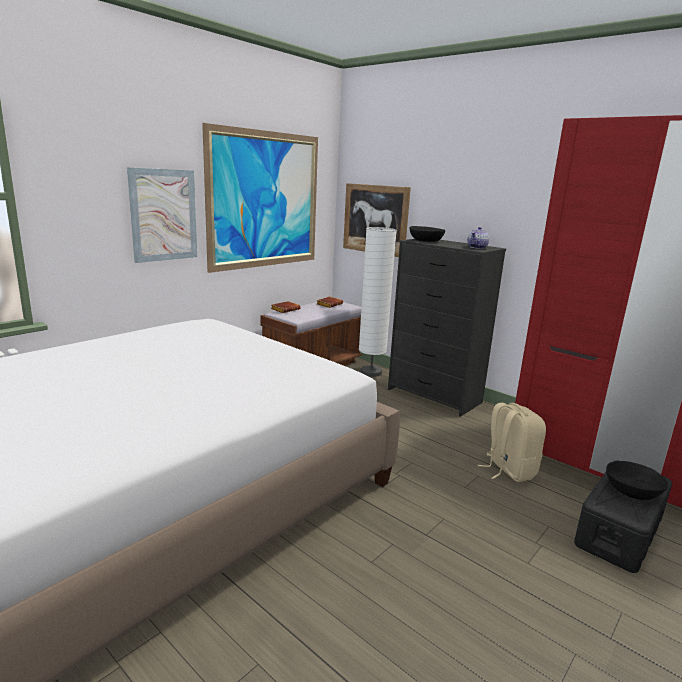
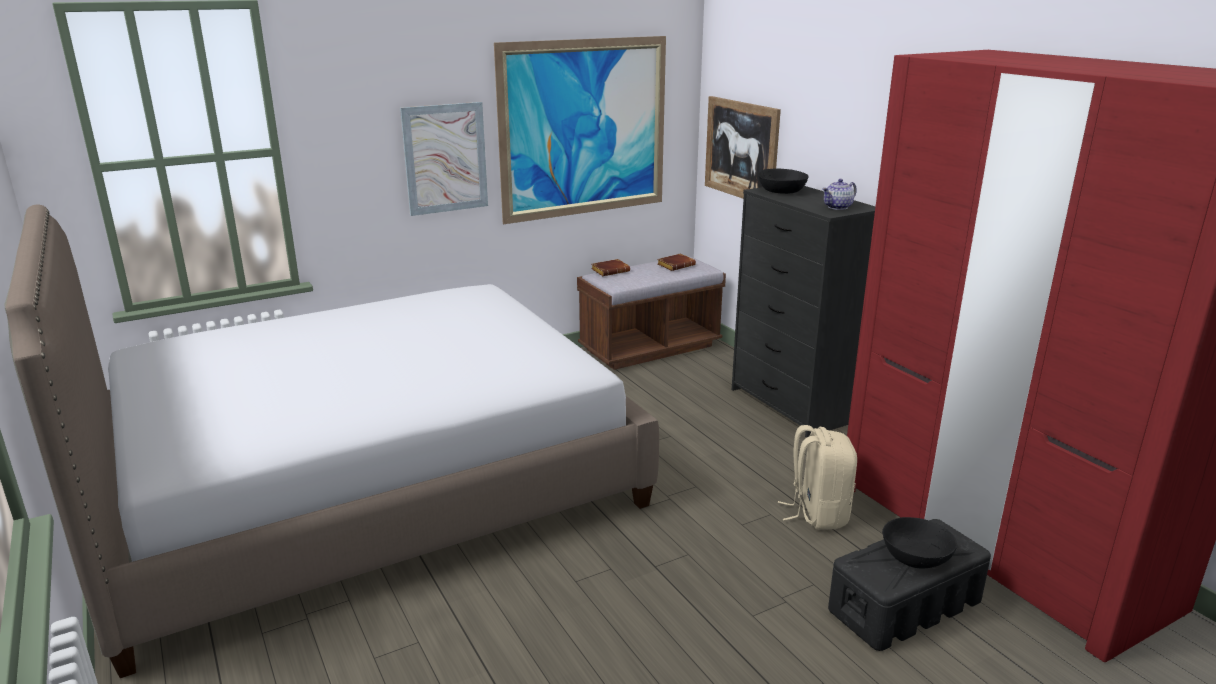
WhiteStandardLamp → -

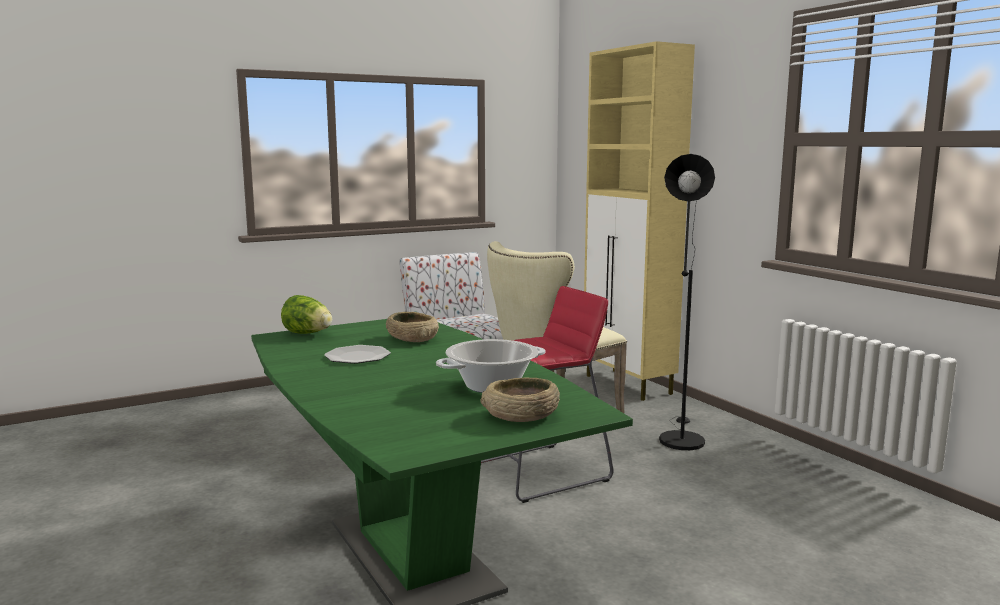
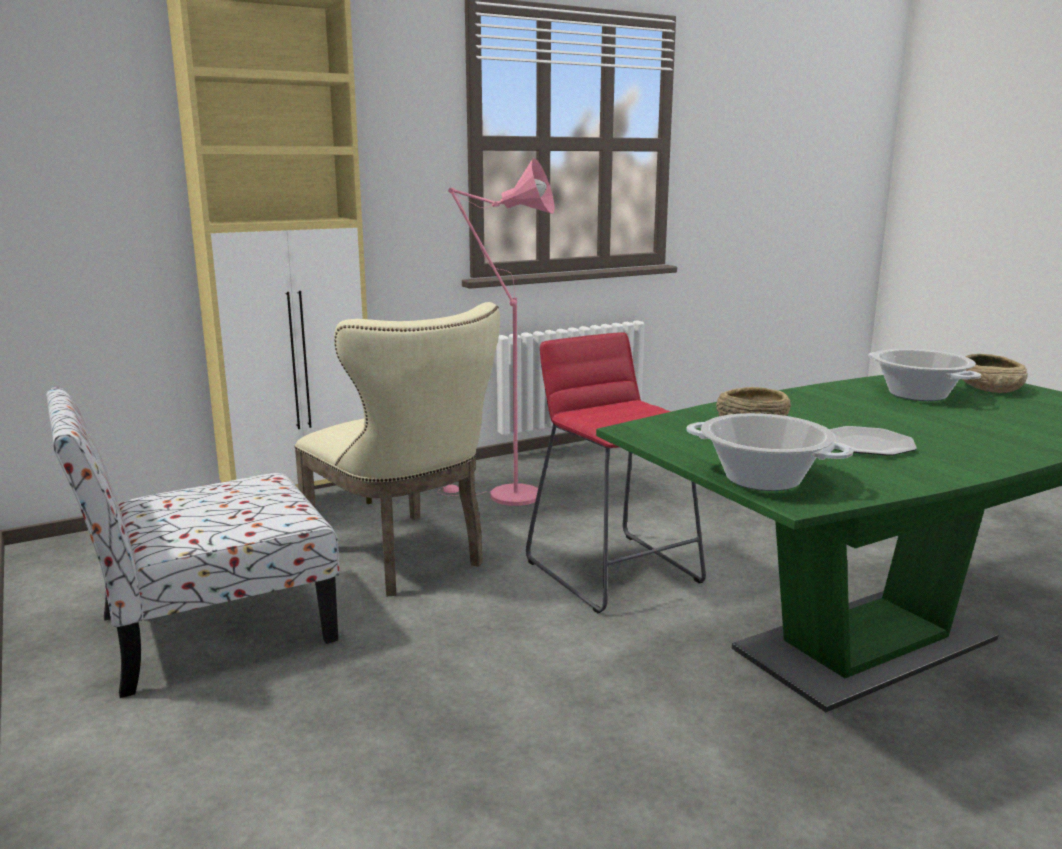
BlackColouredStandardLamp → PinkishStandardLamp
HeadOfLettuce → Stockpot (no. 1 from left)

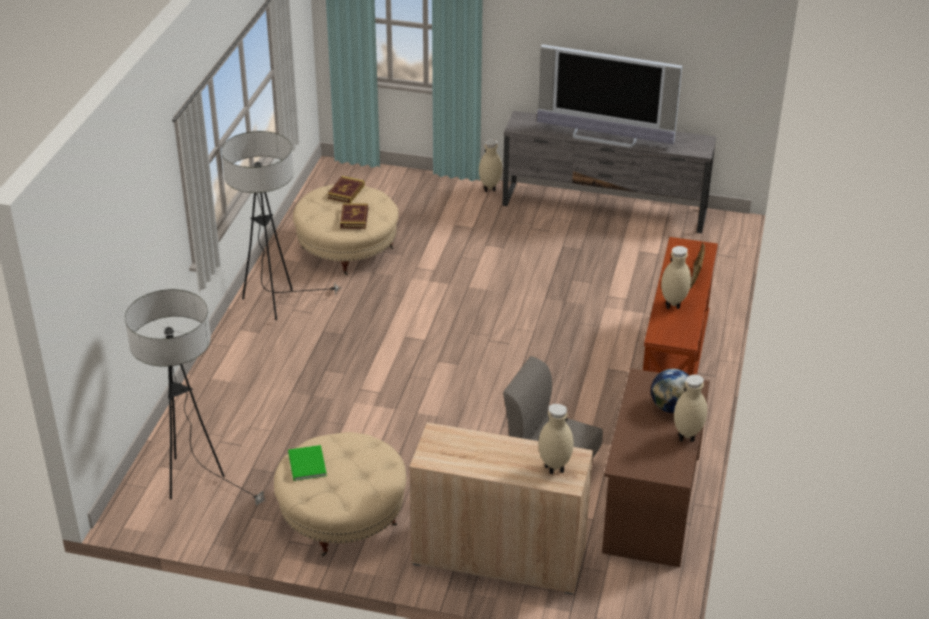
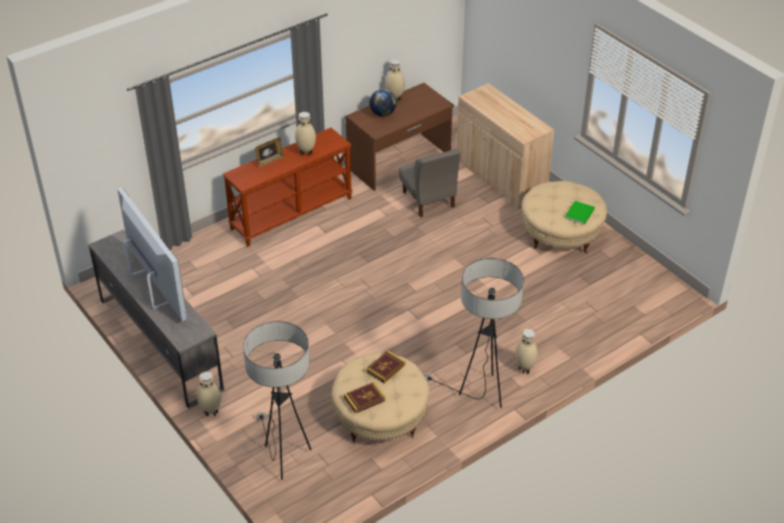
StandardLamp (no. 1 from left), relocated
BeigeColouredDecorativeVase (no. 2 from left in the first image) → BeigeColouredDecorativeVase (no. 4 from left), relocated

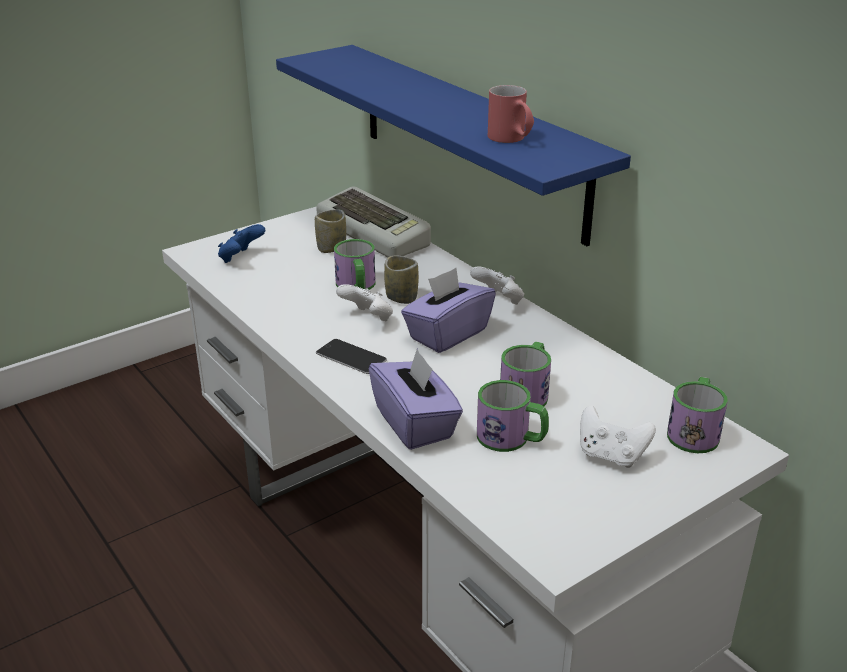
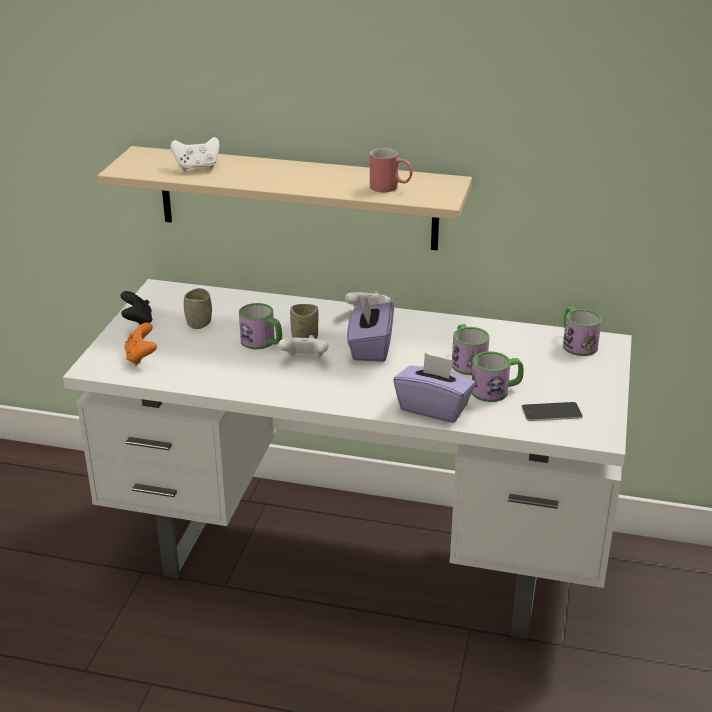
BlueColouredBracketShelf → BeigeColouredBracketShelf
ComputerKeyboard → -
BlueColouredGamepad → OrangeColouredGamepad
Handset, relocated
WhiteGamepad (no. 3 from left in the first image) → WhiteGamepad (no. 1 from left), relocated
- → BlackColouredGamepad

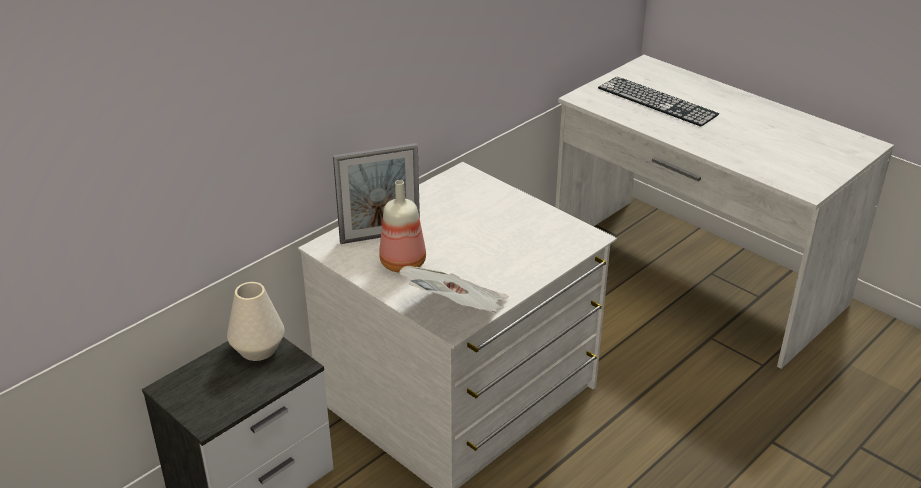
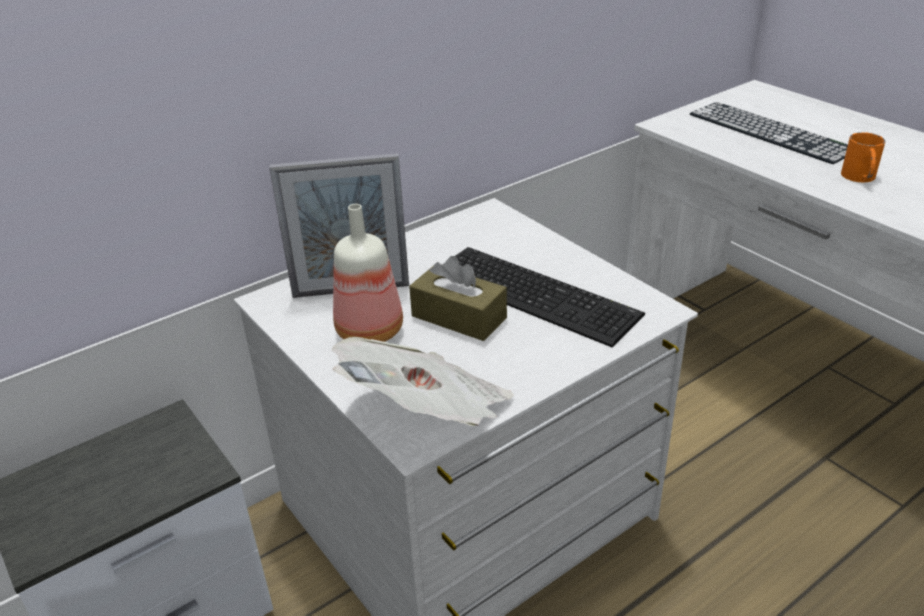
WhiteDecorativeVase → -
- → OrangeColouredMug
- → ComputerKeyboard (no. 1 from left)
- → BrownColouredBoxOfTissues

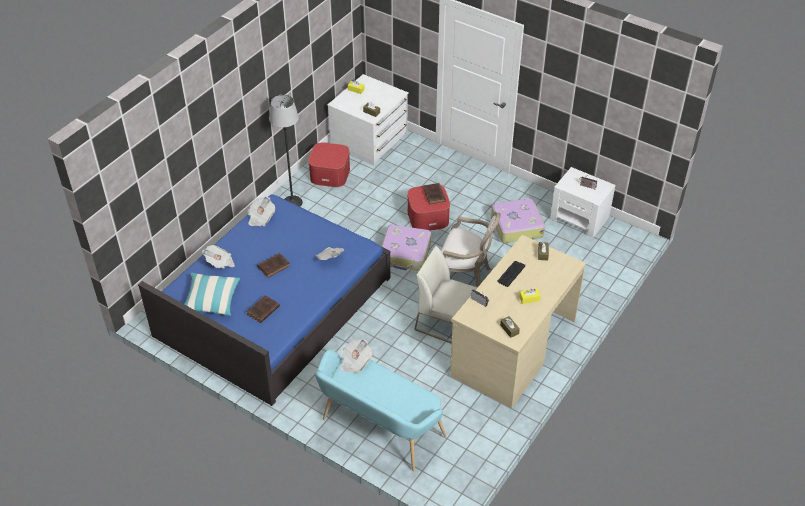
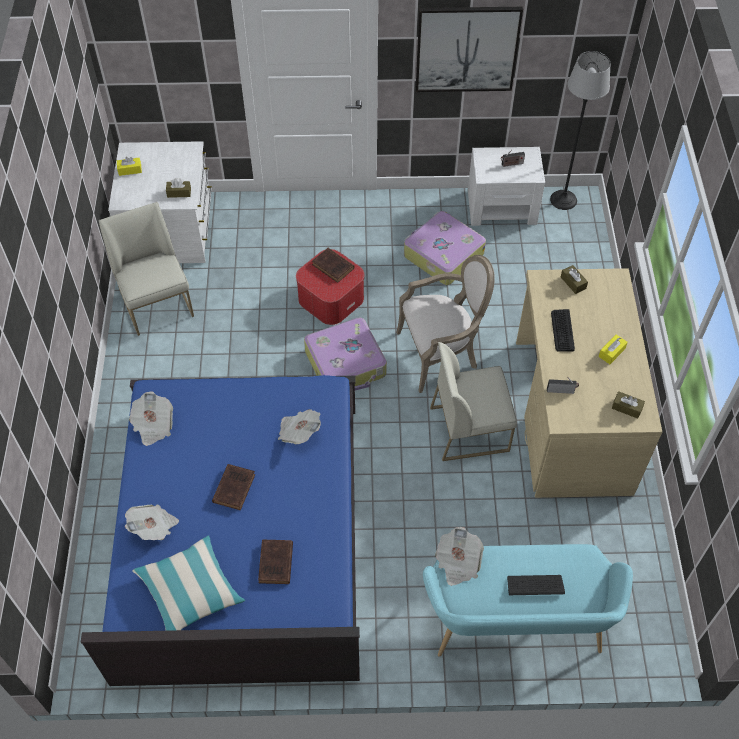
StandardLamp, relocated
Ottoman (no. 1 from left) → WhiteChair (no. 1 from left)
- → WallArt
- → ComputerKeyboard (no. 1 from left)

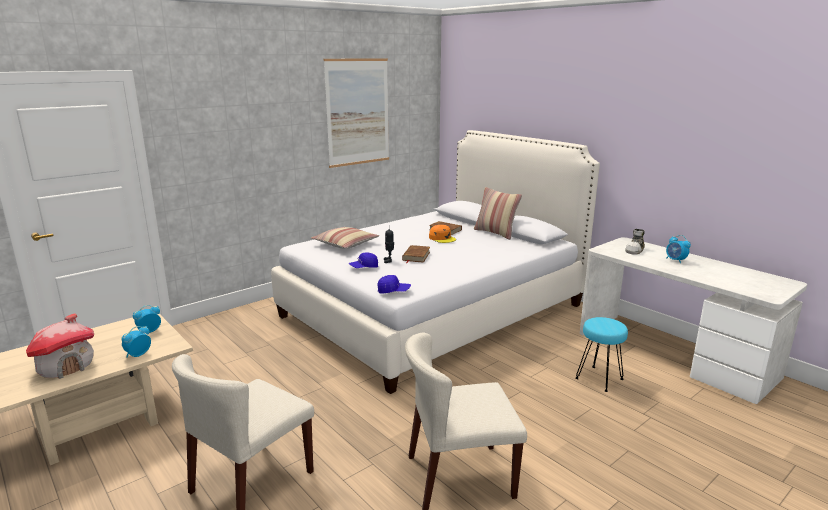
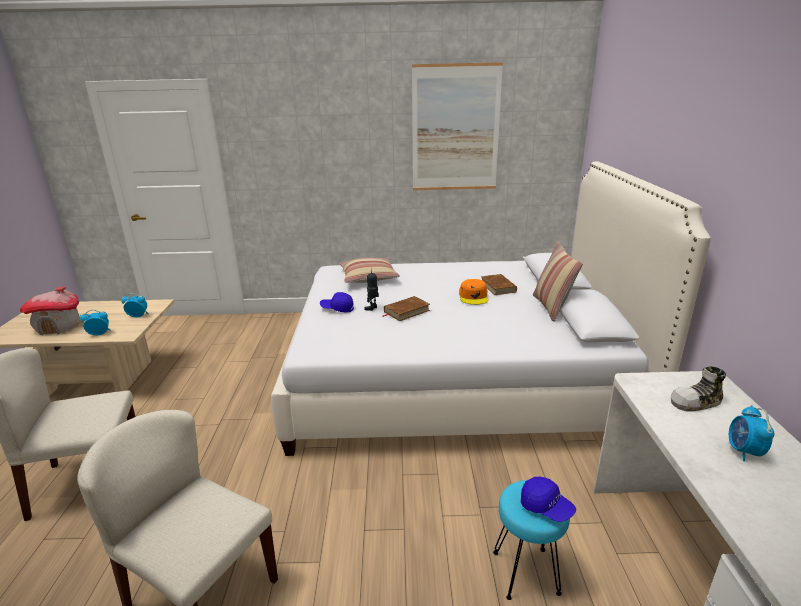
BlueColouredBaseballCap (no. 2 from left), relocated

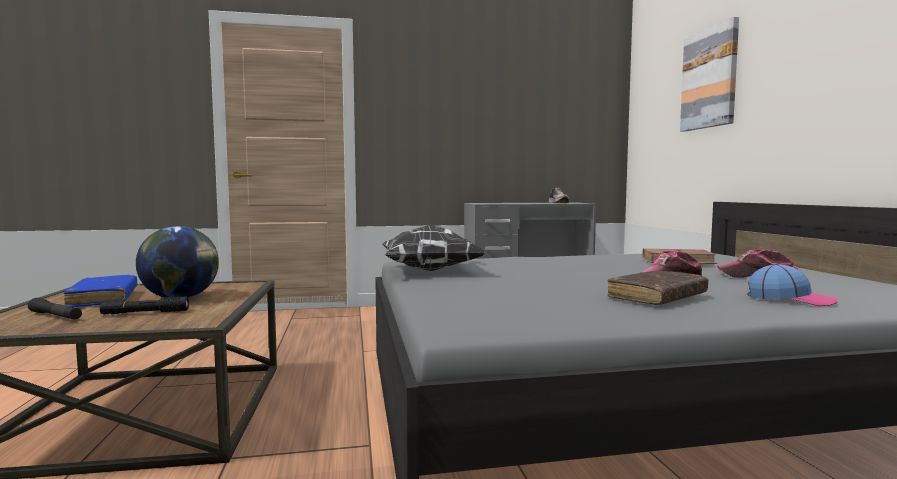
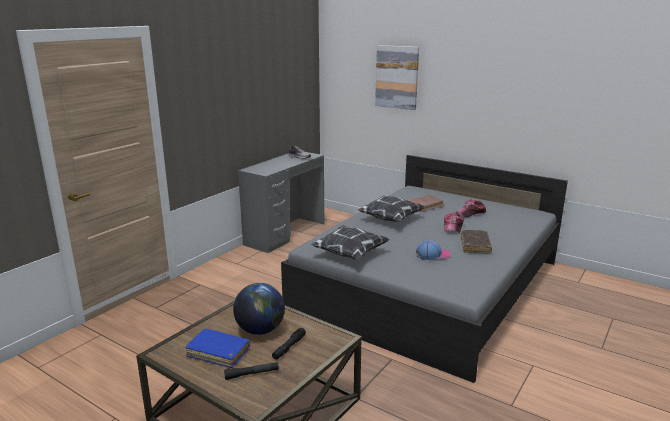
BaseballCap (no. 3 from left in the first image) → BaseballCap (no. 1 from left), relocated
- → Cushion (no. 2 from left)

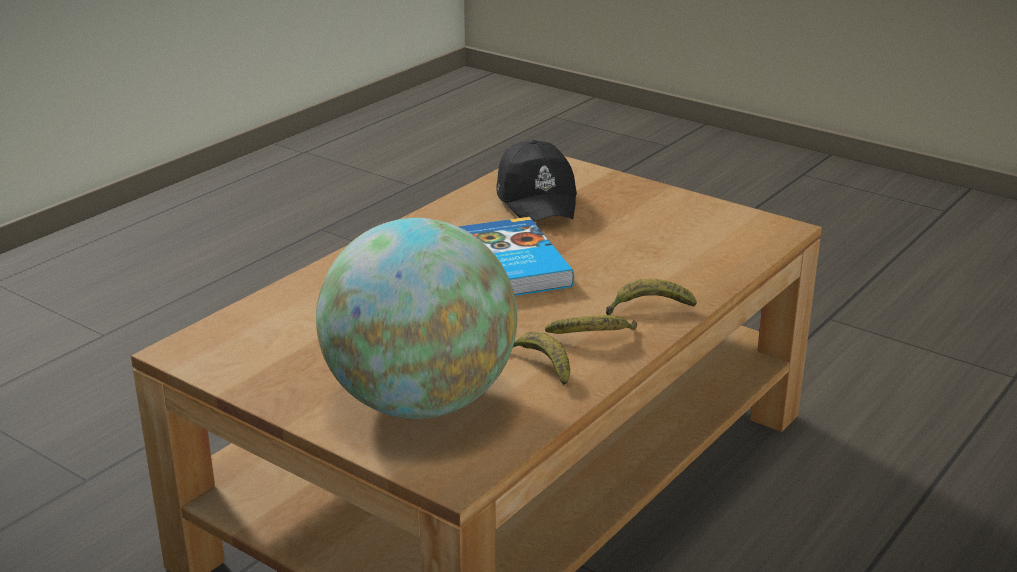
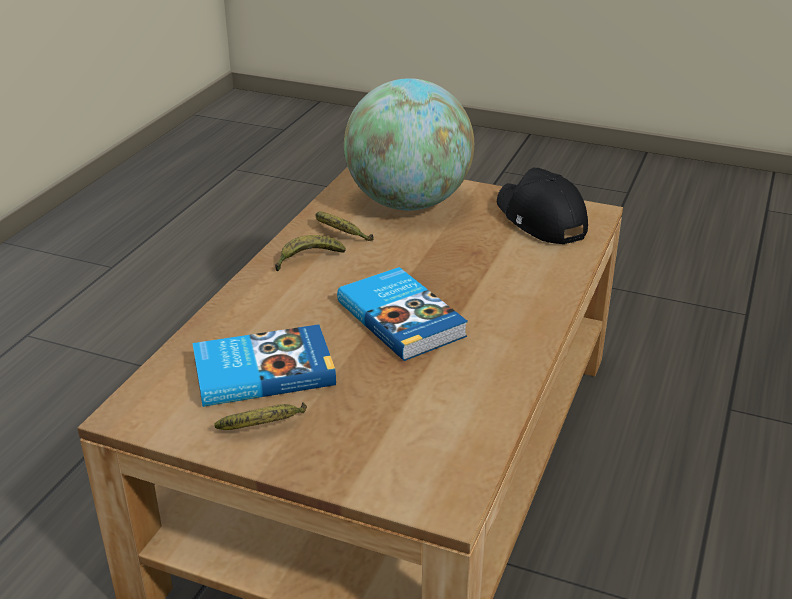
BlackColouredBaseballCap, relocated
Banana (no. 3 from left in the first image) → Banana (no. 1 from left), relocated
- → Book (no. 1 from left)

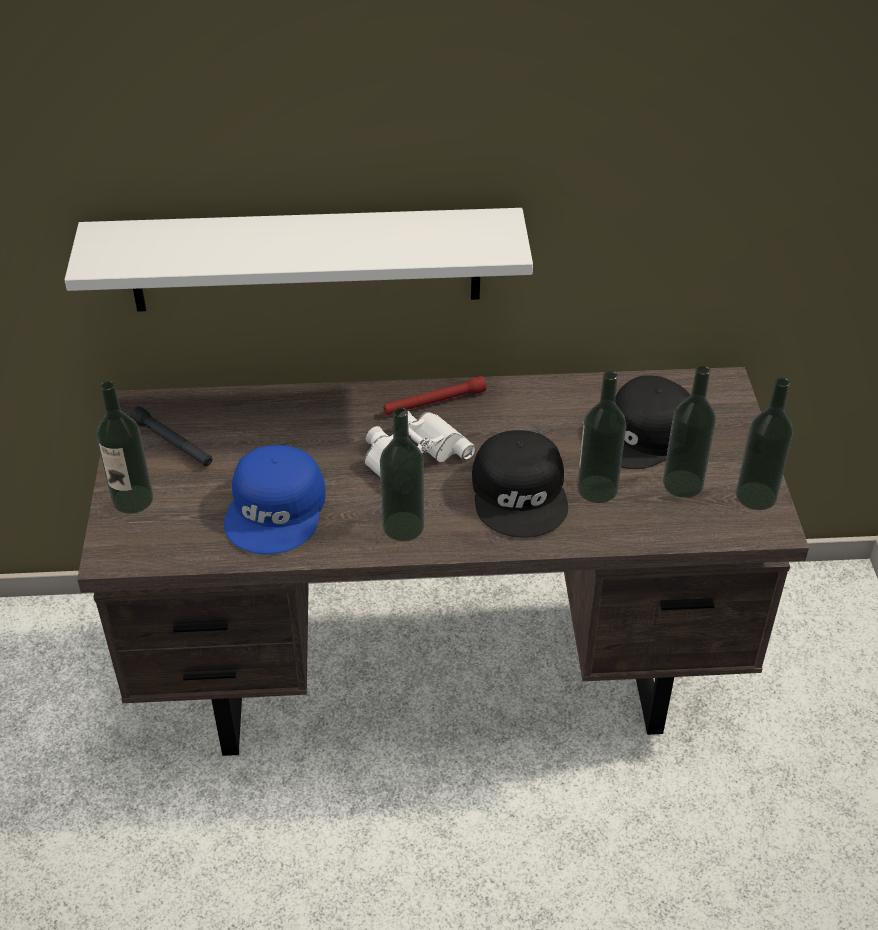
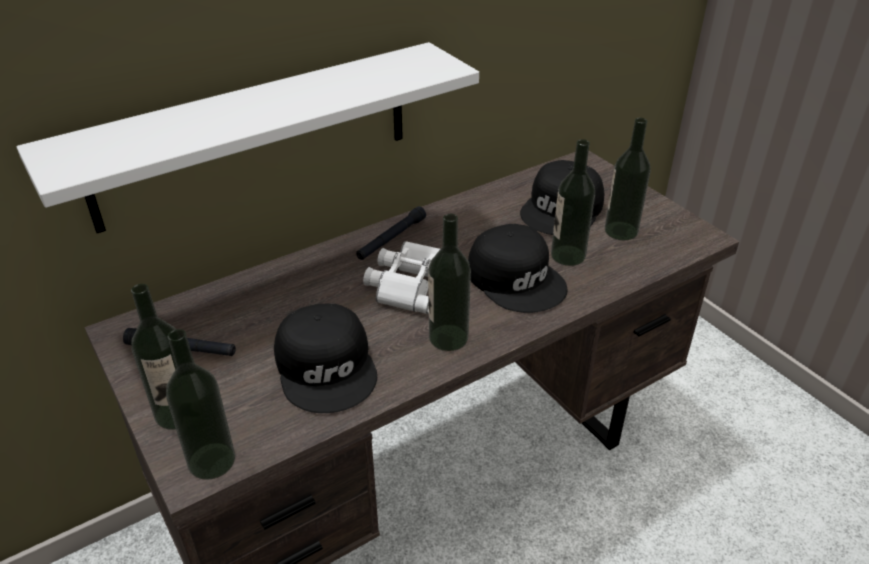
RedColouredHandTorch → BlackColouredHandTorch (no. 2 from left)
Bottle (no. 5 from left in the first image) → Bottle (no. 2 from left), relocated
BlueColouredBaseballCap → BlackColouredBaseballCap (no. 1 from left)

